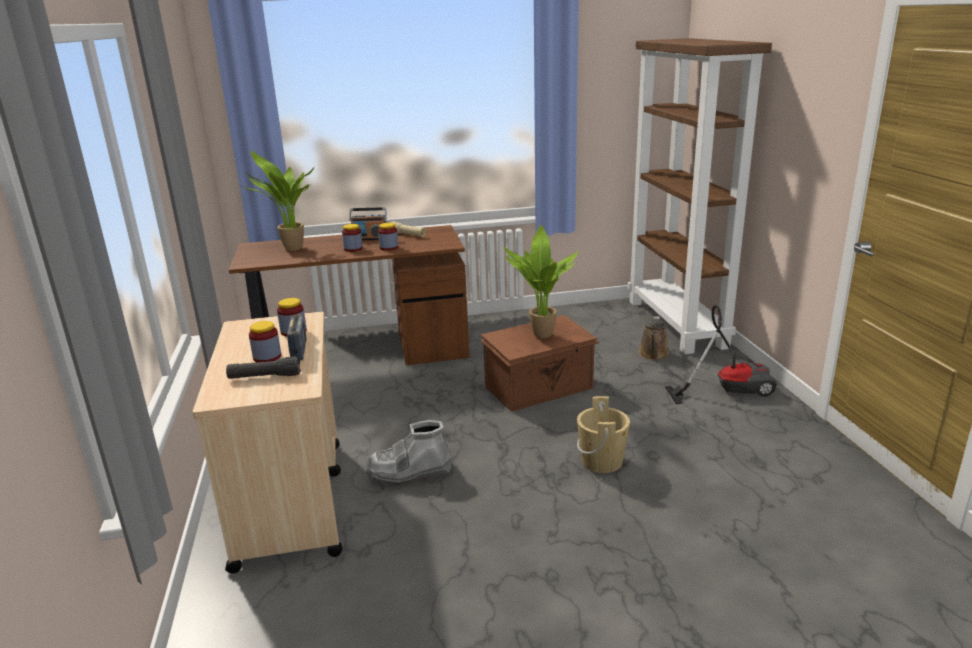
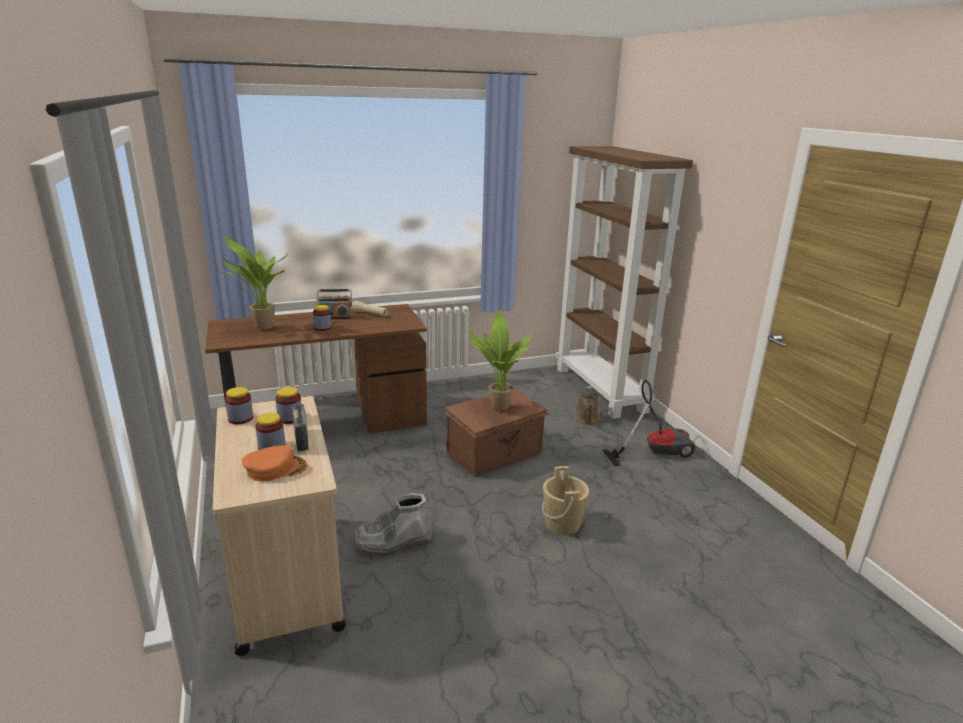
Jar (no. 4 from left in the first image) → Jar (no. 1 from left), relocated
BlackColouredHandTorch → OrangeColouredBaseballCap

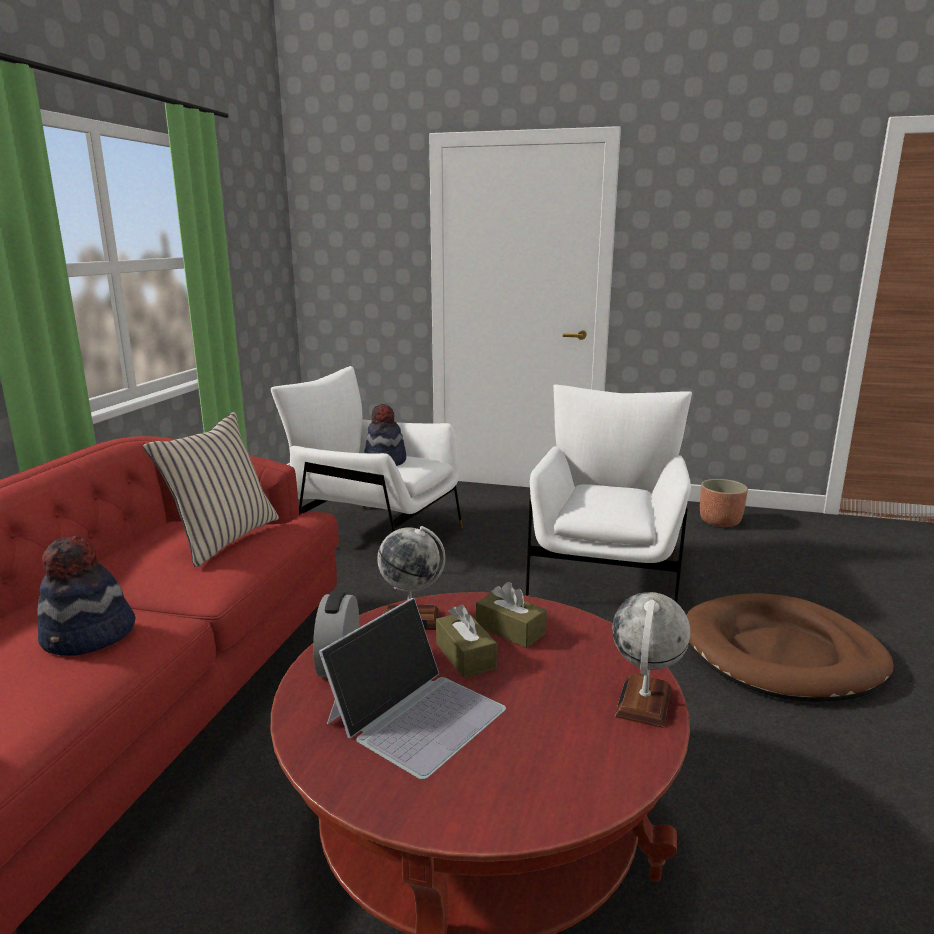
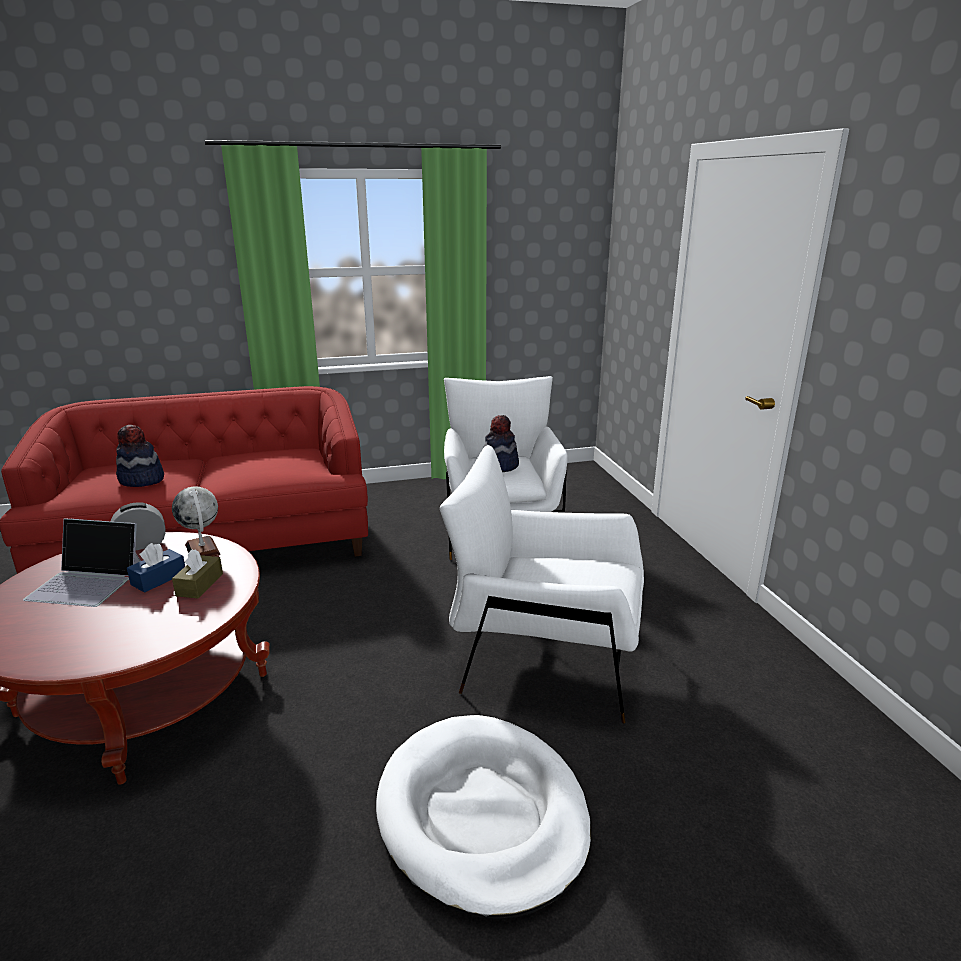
WhiteArmchair (no. 2 from left), 150 degrees counterclockwise
BeigeColouredCushion → -
Planter → -
WorldGlobe (no. 2 from left) → -
BrownColouredDogBed → WhiteDogBed
BrownColouredBoxOfTissues (no. 1 from left) → BlueColouredBoxOfTissues

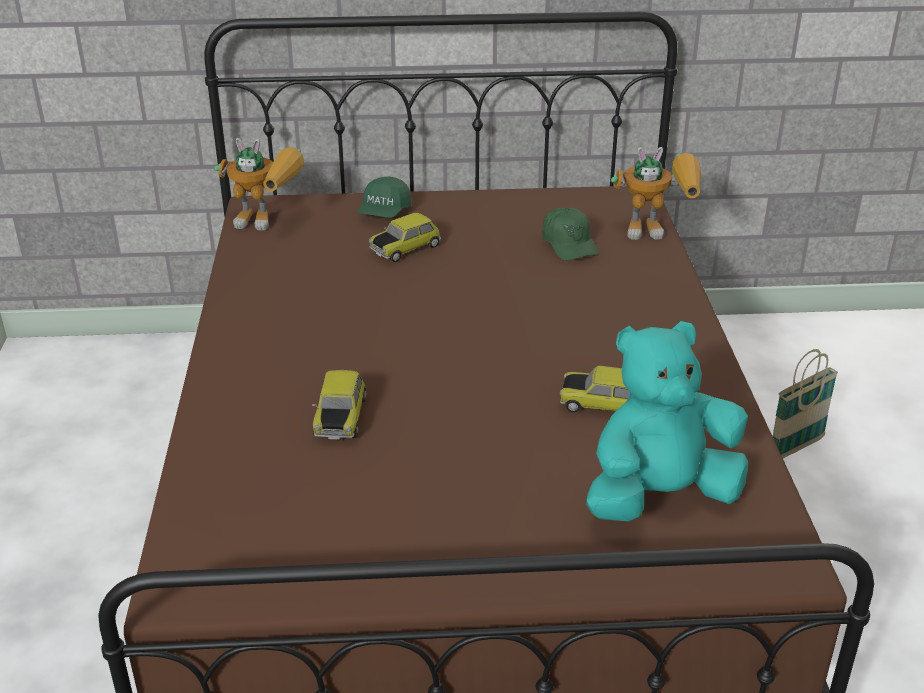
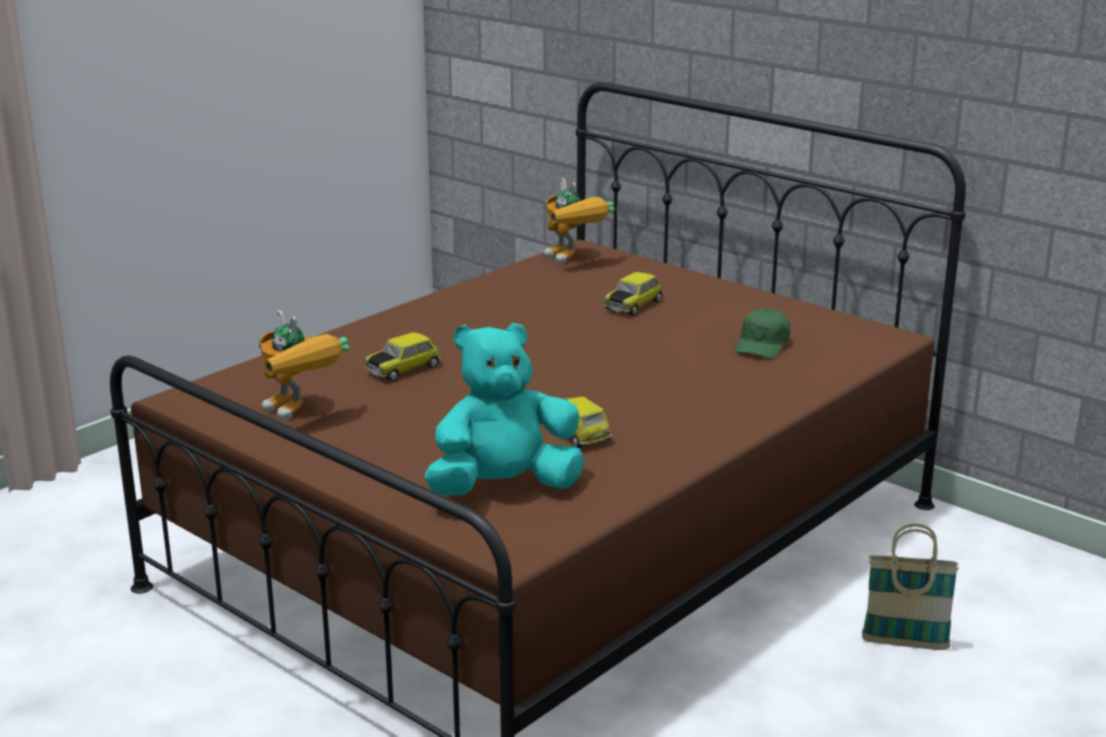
RobotFigure (no. 2 from left in the first image) → RobotFigure (no. 1 from left), relocated
GreenColouredBaseballCap (no. 1 from left) → -
ToyCar (no. 2 from left in the first image) → ToyCar (no. 3 from left), 60 degrees counterclockwise
TurquoisePlushToy, 45 degrees counterclockwise

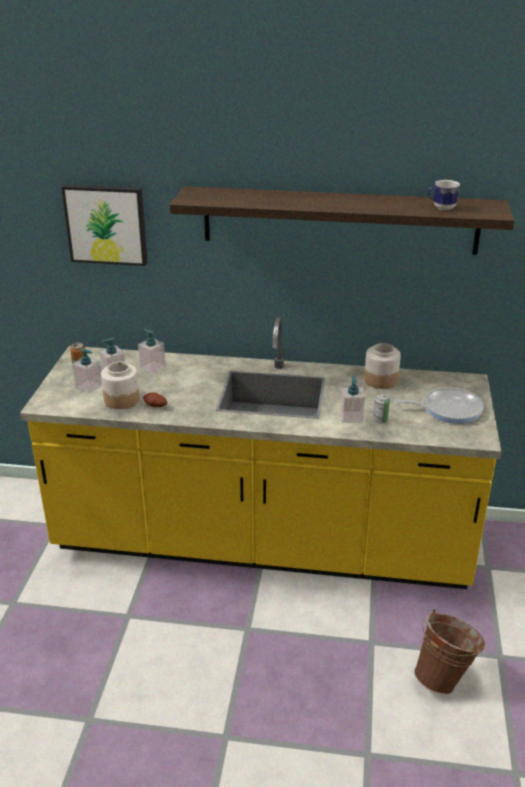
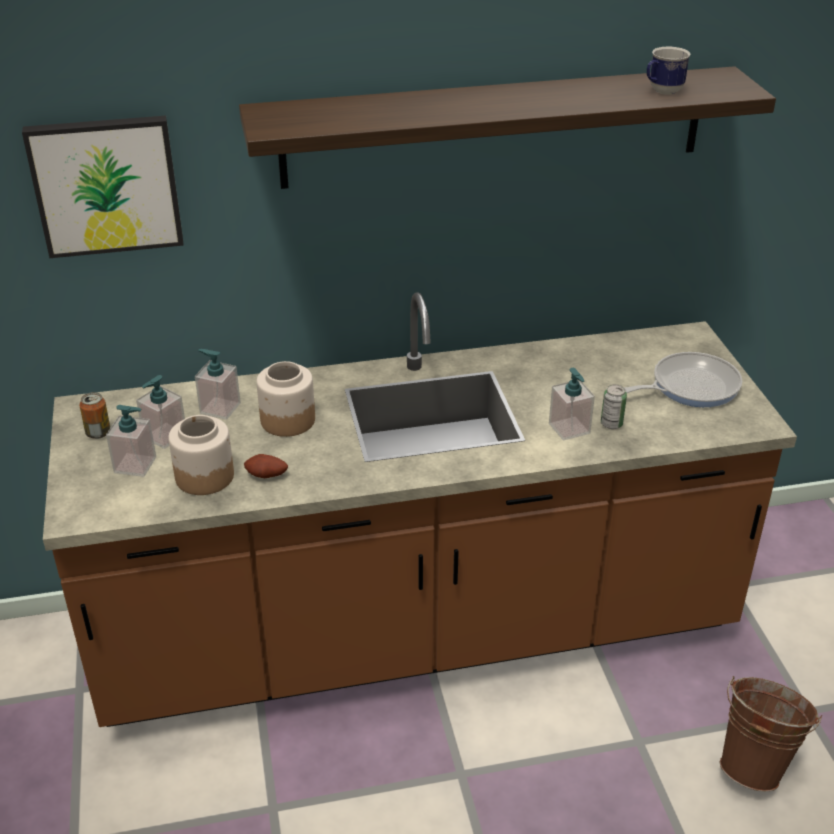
YellowColouredKitchenBaseUnit → BrownColouredKitchenBaseUnit
Jar (no. 2 from left), relocated

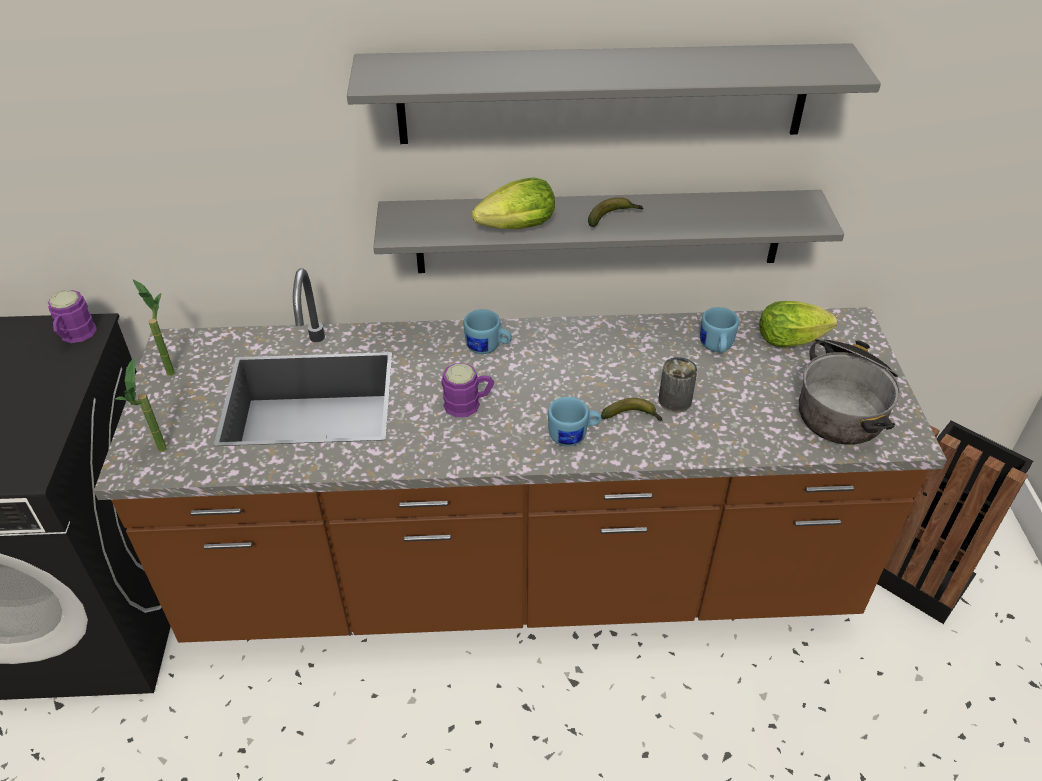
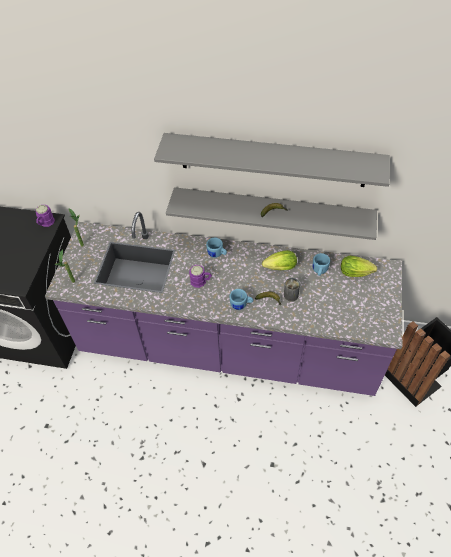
HeadOfLettuce (no. 1 from left), relocated
BrownColouredKitchenBaseUnit → PurpleColouredKitchenBaseUnit
Stockpot → -

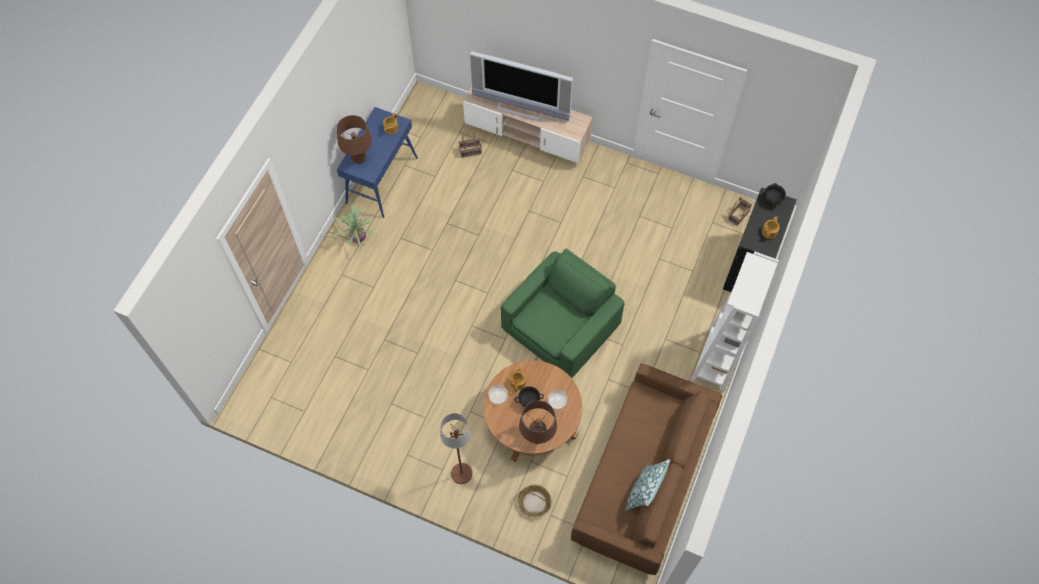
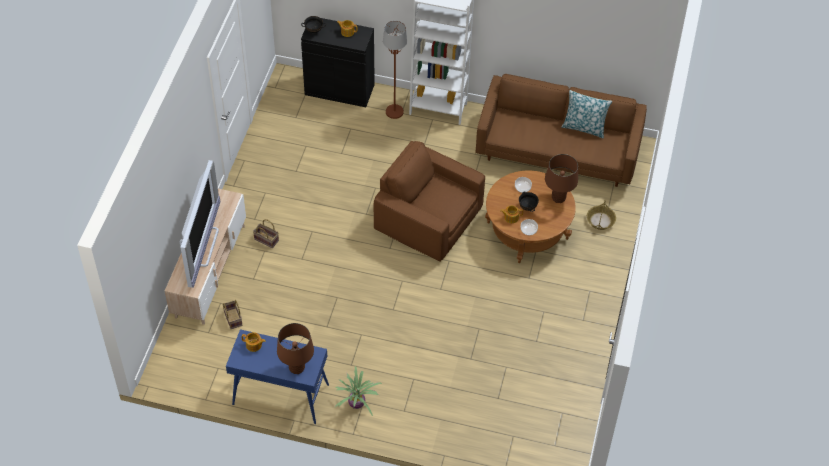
Basket (no. 3 from left in the first image) → Basket (no. 2 from left), relocated
GreenColouredArmchair → BrownColouredArmchair
BrownColouredStandardLamp, relocated

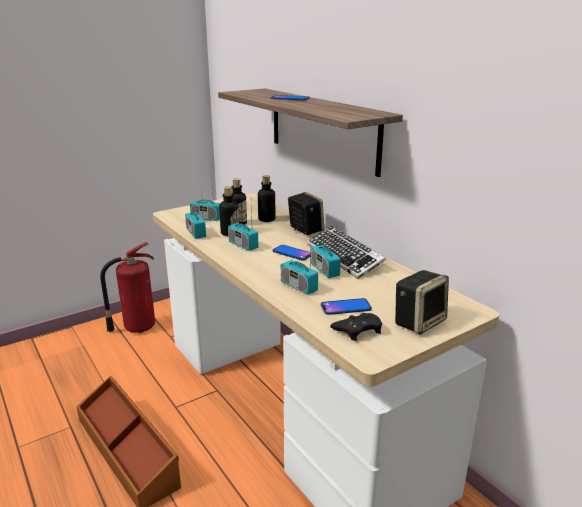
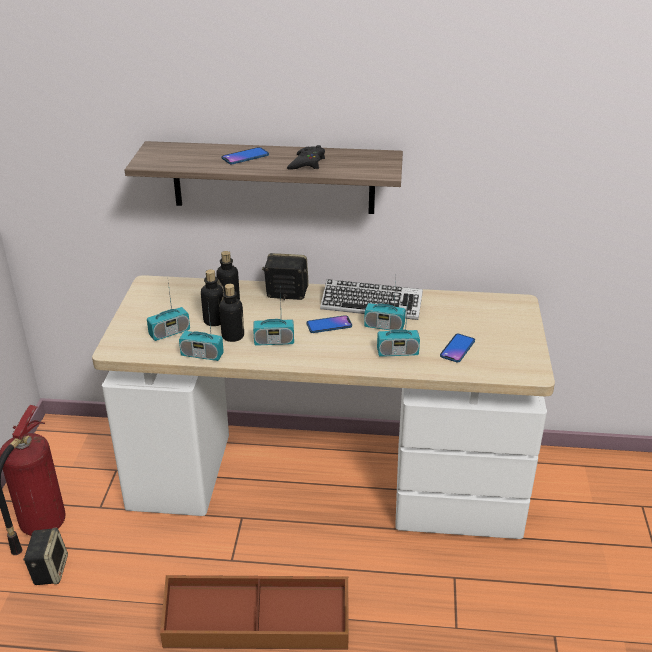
AudioSpeaker (no. 2 from left in the first image) → AudioSpeaker (no. 1 from left), relocated
BlackColouredGamepad, relocated

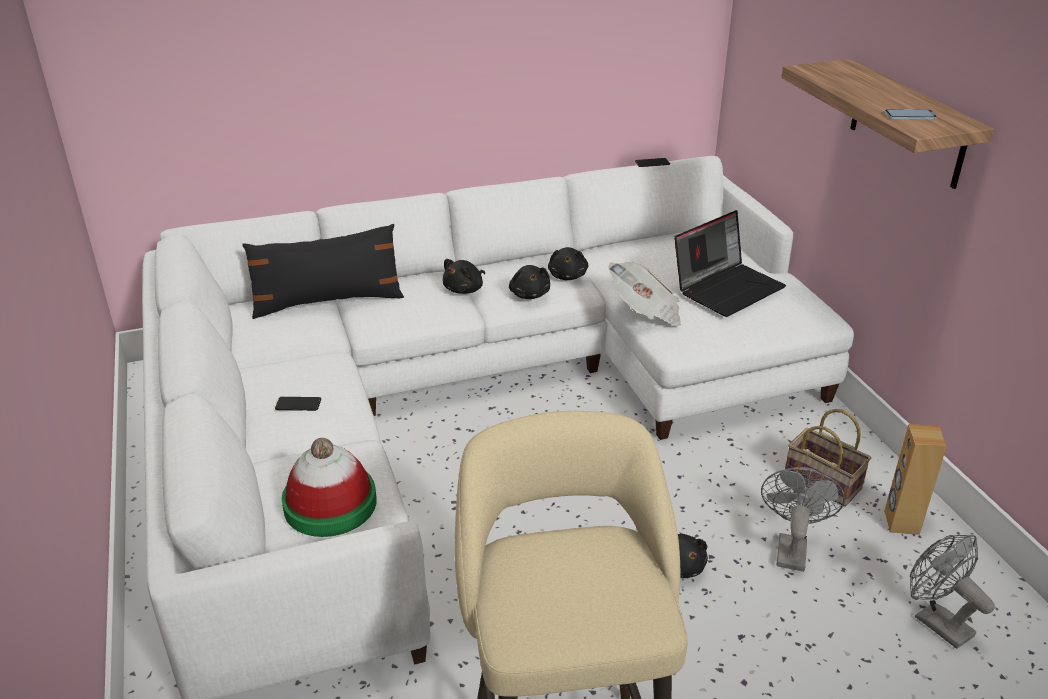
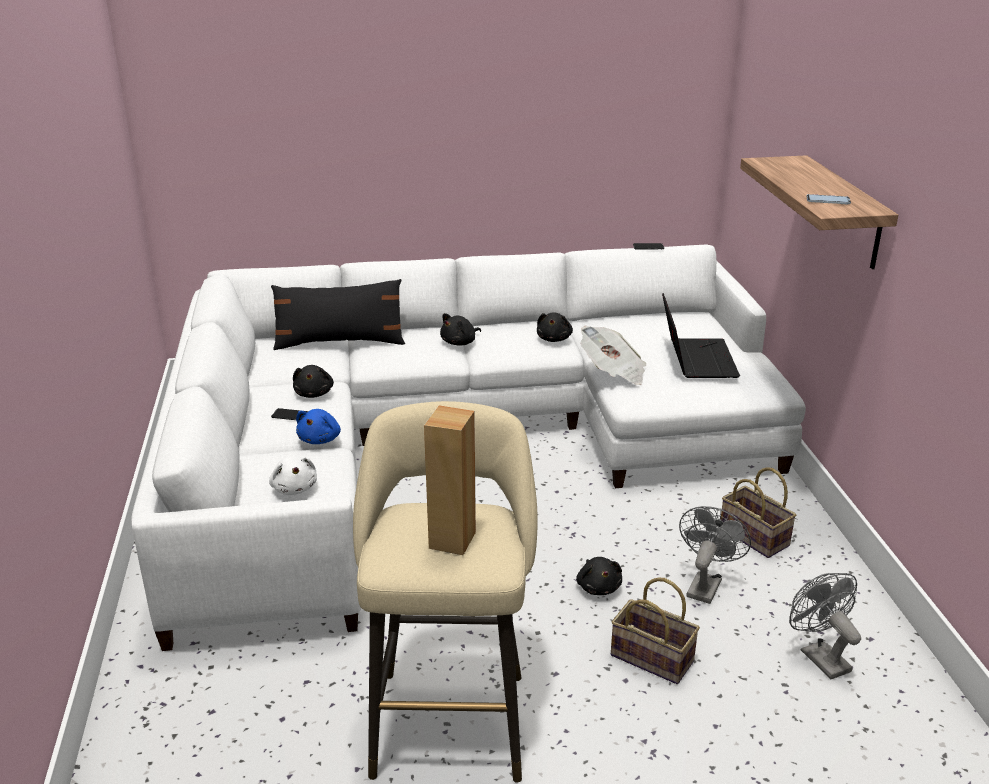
NotebookComputer, 60 degrees counterclockwise
BlackColouredPlushToy (no. 2 from left in the first image) → BlackColouredPlushToy (no. 1 from left), relocated
BrownColouredAudioSpeaker, relocated
ClothingHat → WhitePlushToy
- → BlueColouredPlushToy
- → Basket (no. 1 from left)

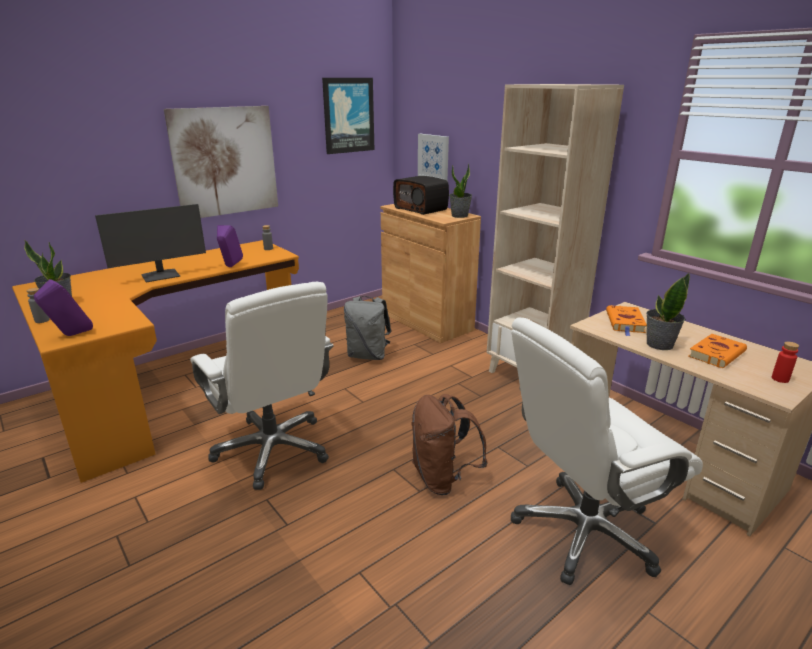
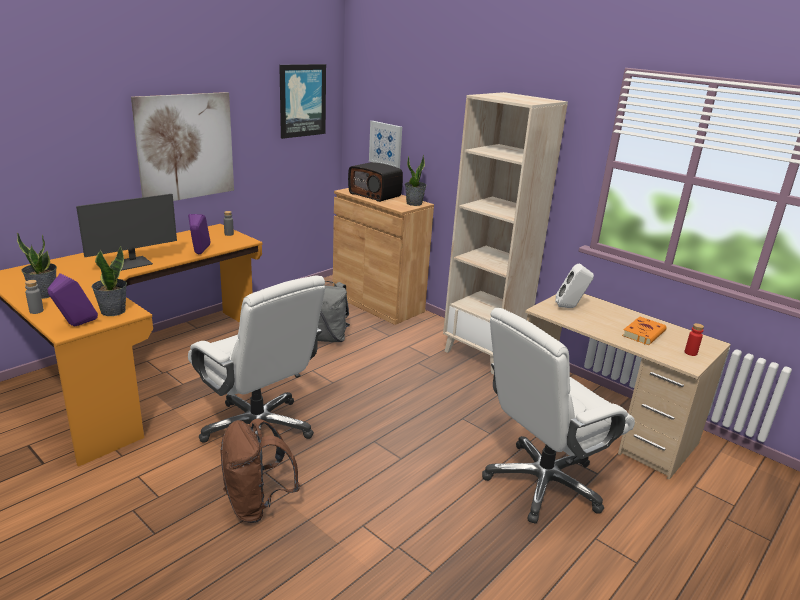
PottedPlant (no. 3 from left in the first image) → PottedPlant (no. 2 from left), relocated
OrangeColouredBook (no. 1 from left) → WhiteAudioSpeaker
BrownColouredBackpack, relocated

